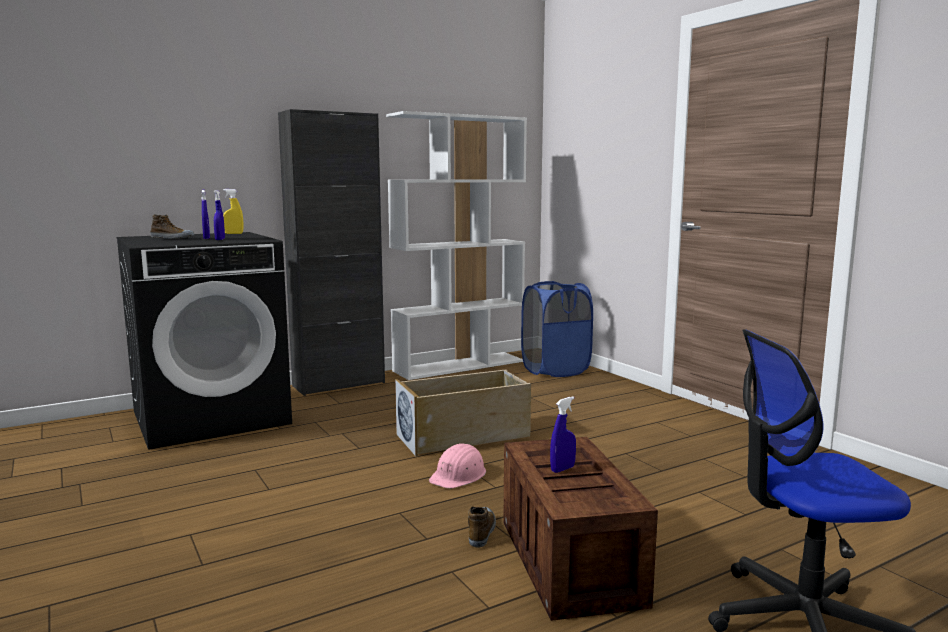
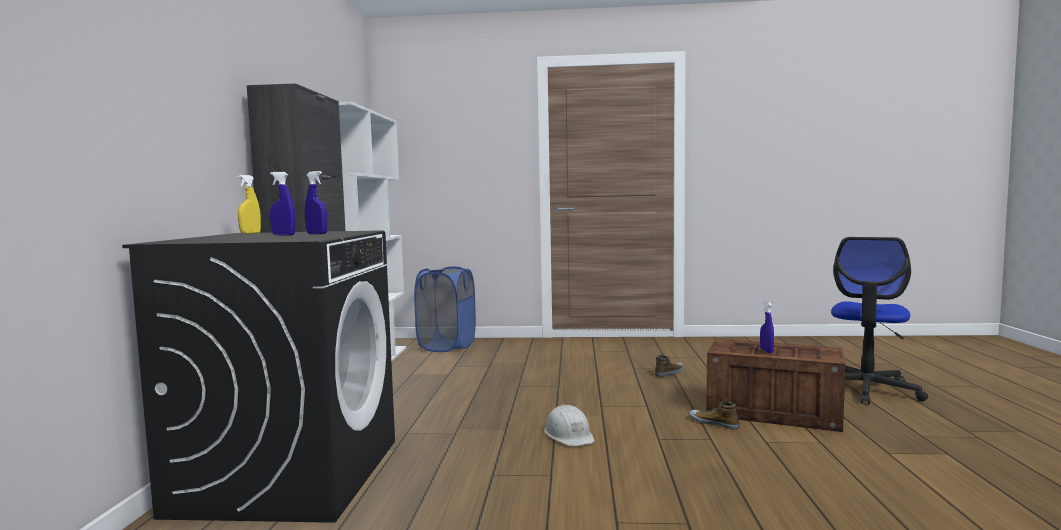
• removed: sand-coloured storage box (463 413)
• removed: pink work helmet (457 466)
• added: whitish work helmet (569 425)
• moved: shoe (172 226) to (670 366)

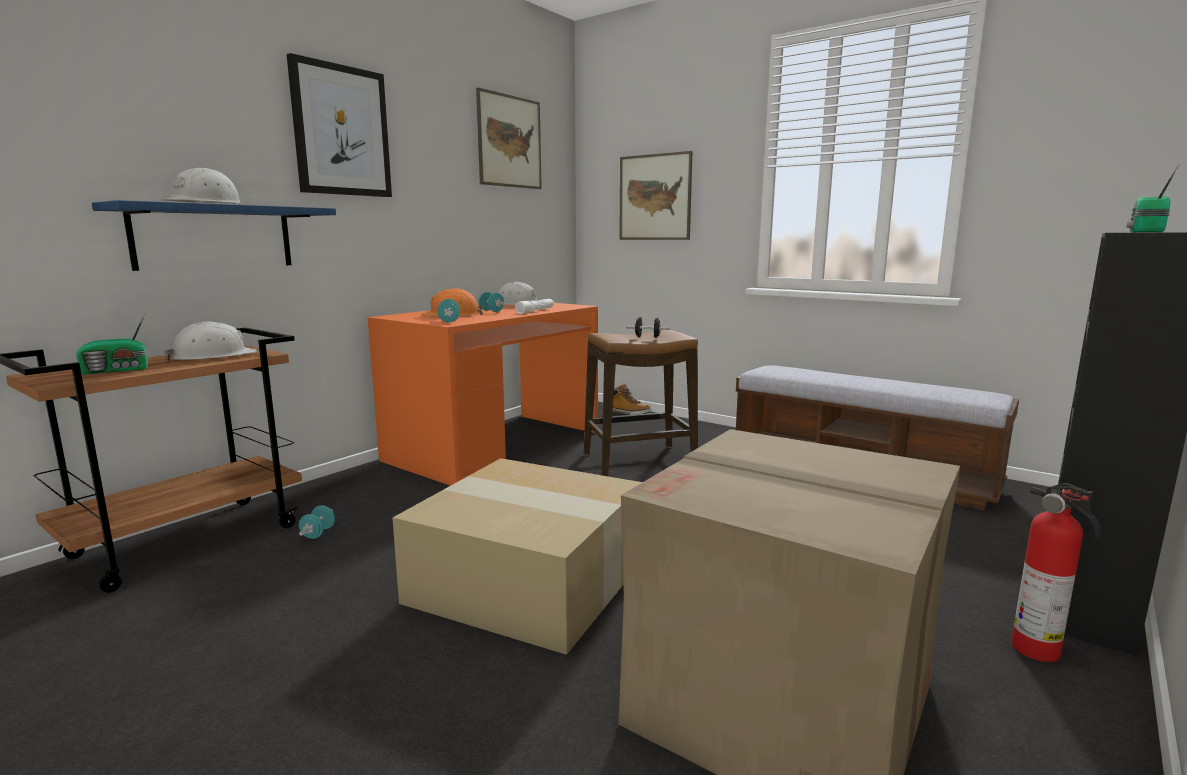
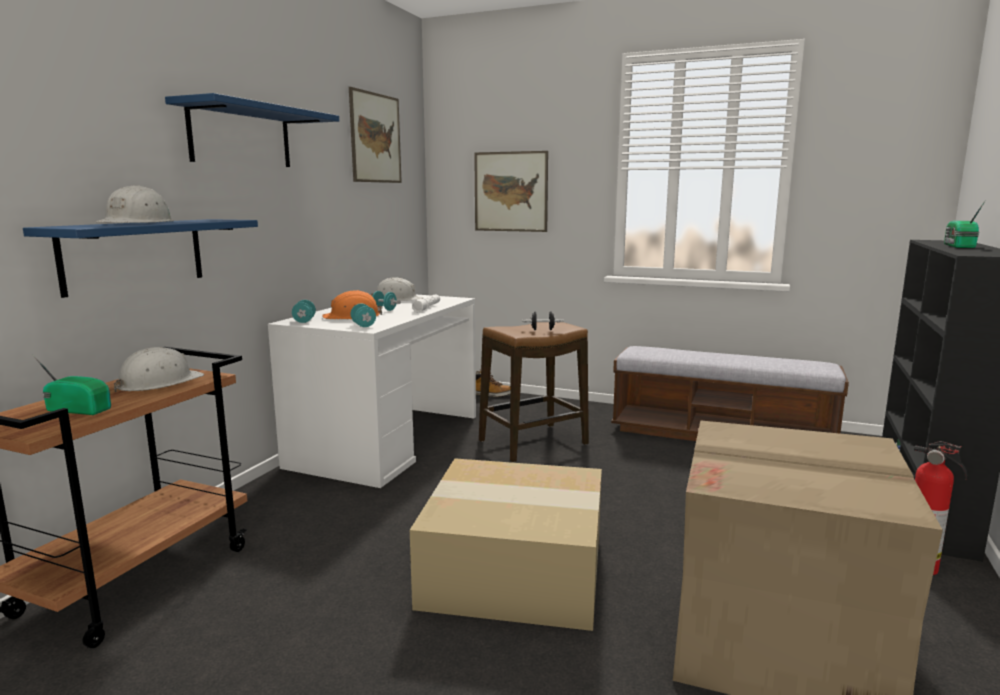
• moved: blue-green free weight (317 522) to (304 311)
• replaced: picture (339 125) to blue shelf (252 130)
• recoloured: orange desk unit (482 394) to whitish desk unit (372 391)
• turned: radio receiver (112 344) = (71 384) 120 degrees counterclockwise

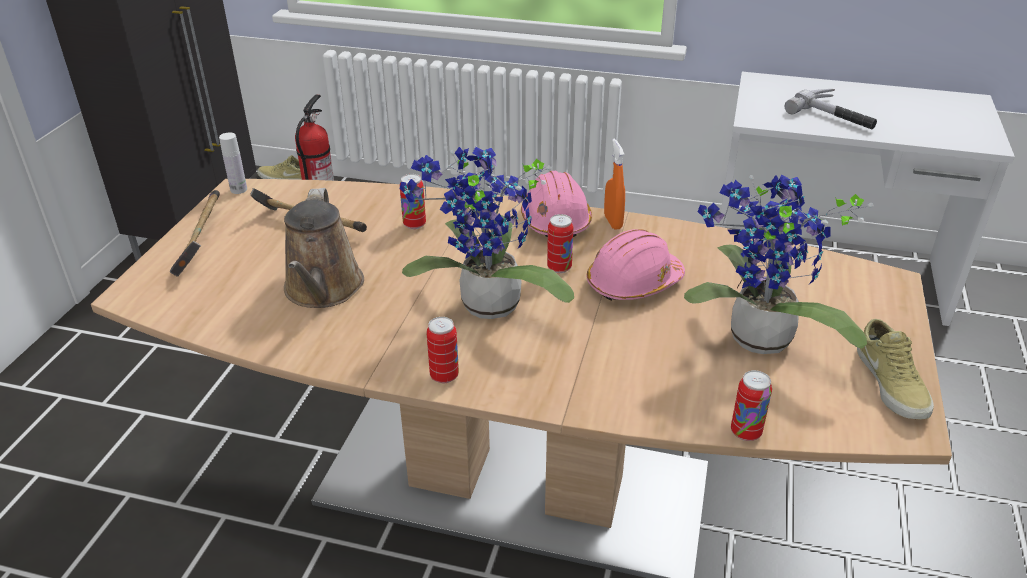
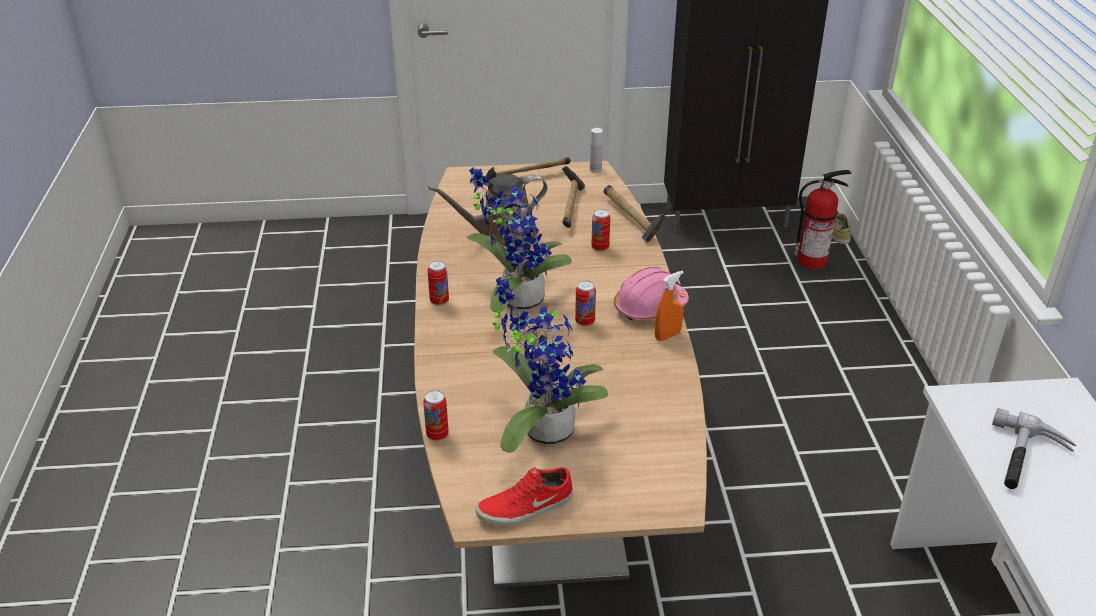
• removed: pink work helmet (636 265)
• added: hammer (635 214)
• recoloured: sand-coloured shoe (895 369) to red-coloured shoe (524 496)

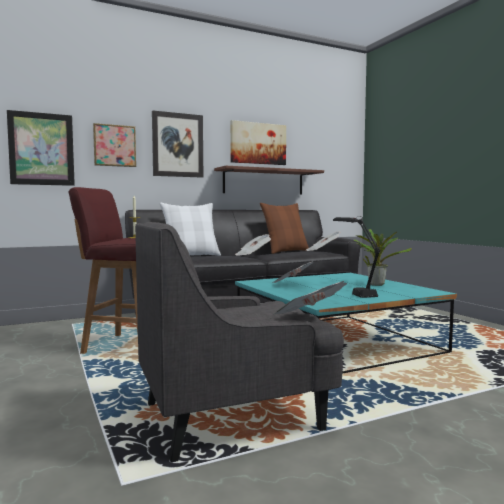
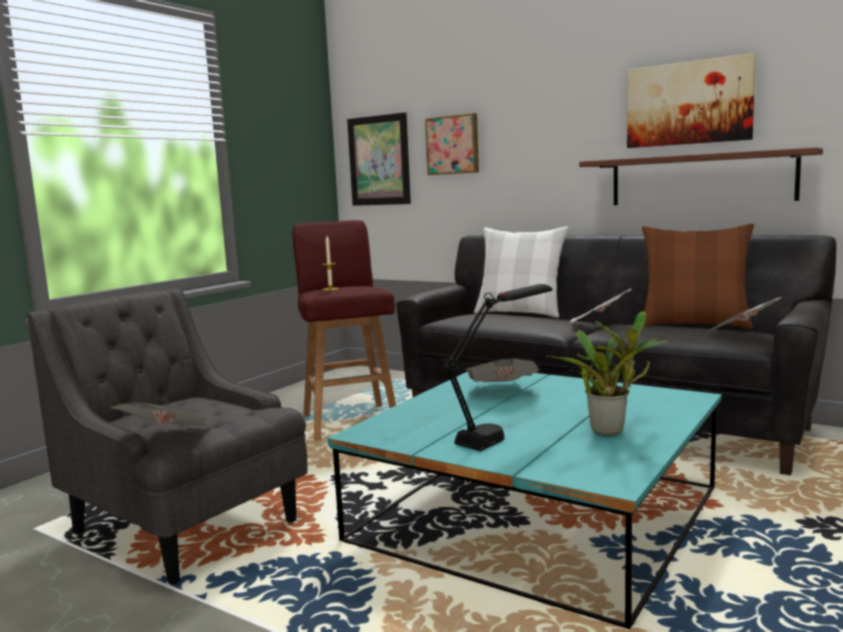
• removed: picture (177 144)

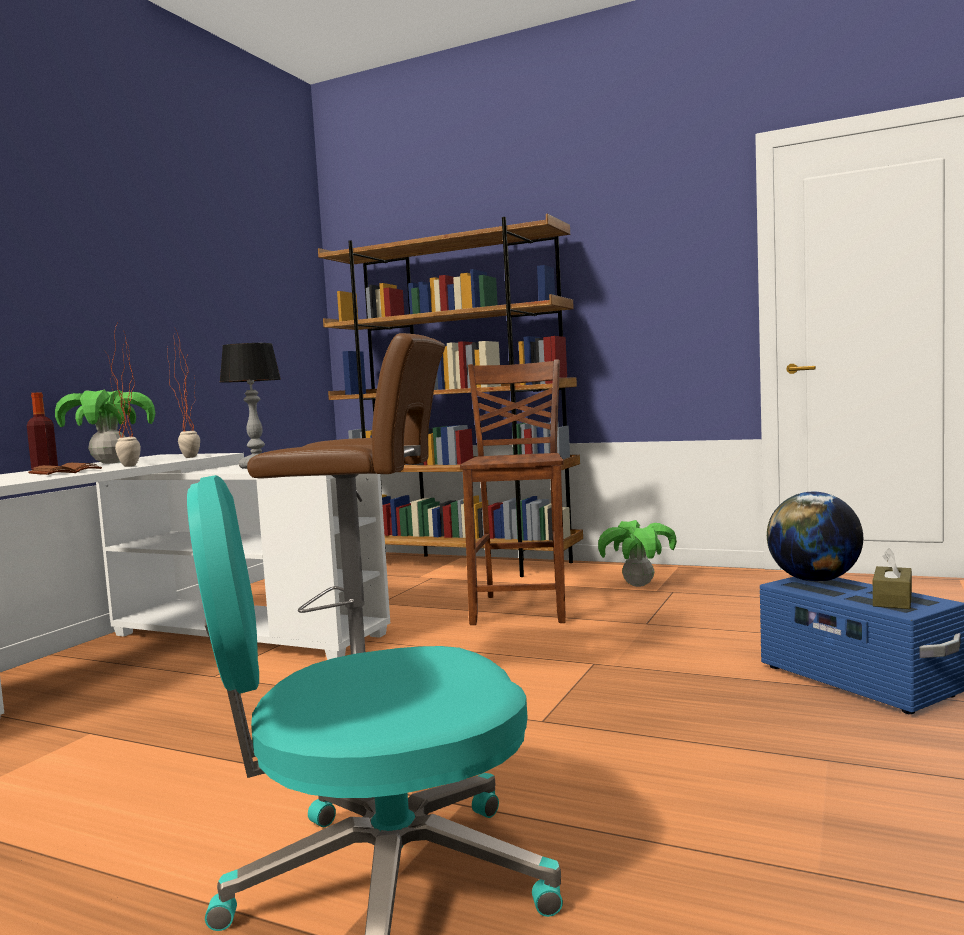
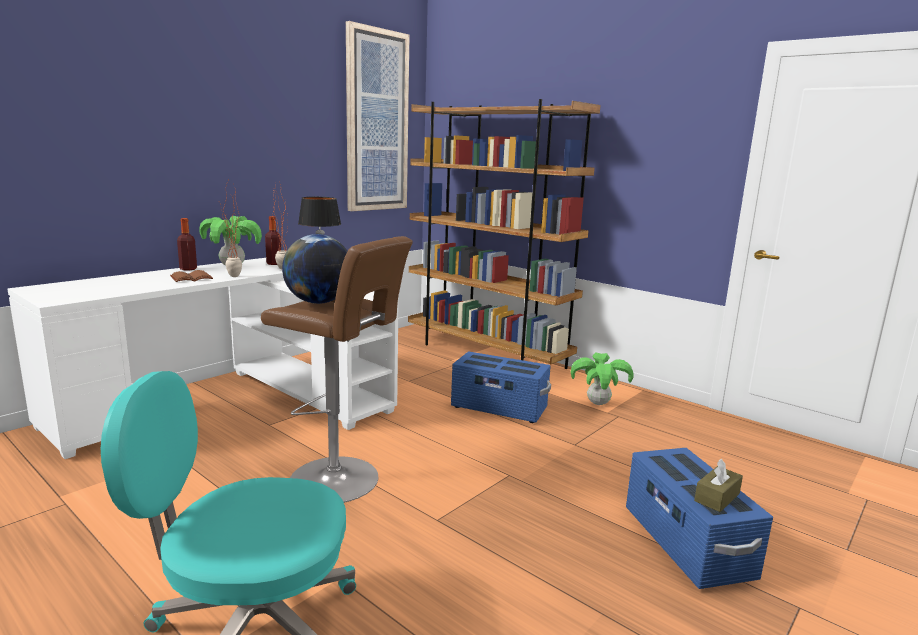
• added: drink bottle (273 240)
• added: picture (378 116)
• moved: desk globe (815 537) to (314 269)
• replaced: brown-coloured plain chair (513 492) to blue storage box (501 387)

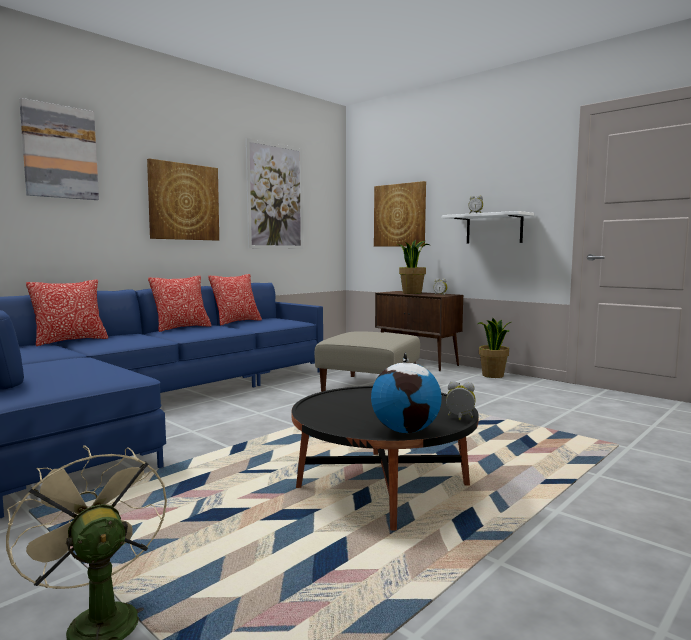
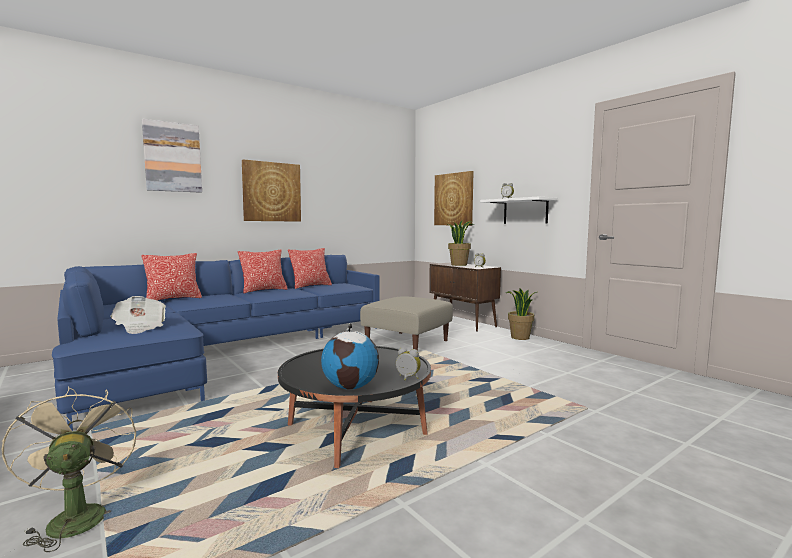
• removed: picture (274 193)
• added: newspaper (138 315)

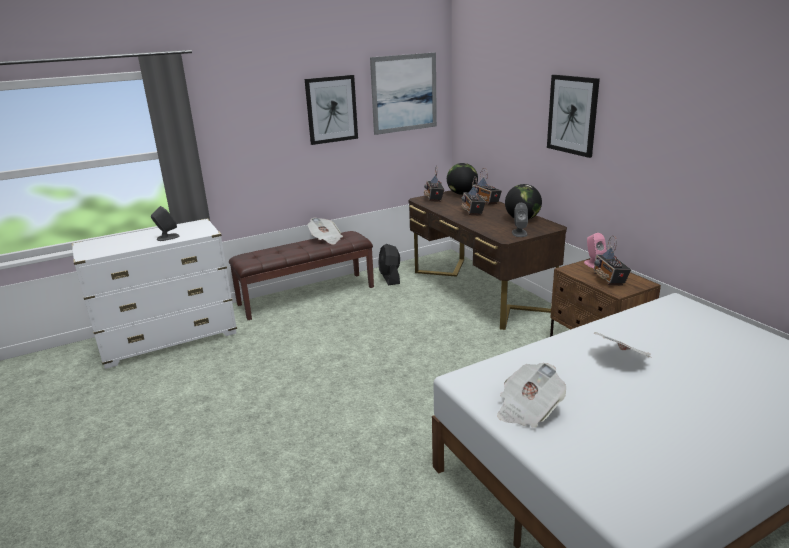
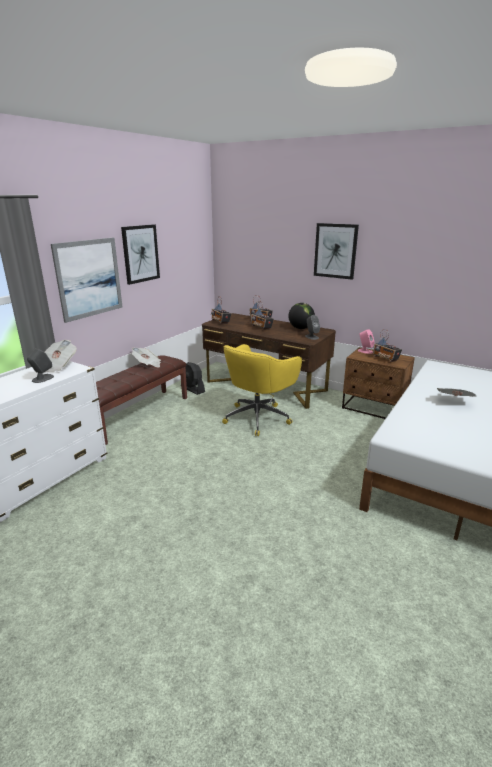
• removed: desk globe (462 179)
• added: yellowish computer chair (262 390)
• moved: picture (403 93) to (87 280)
• moved: newspaper (531 395) to (60 356)

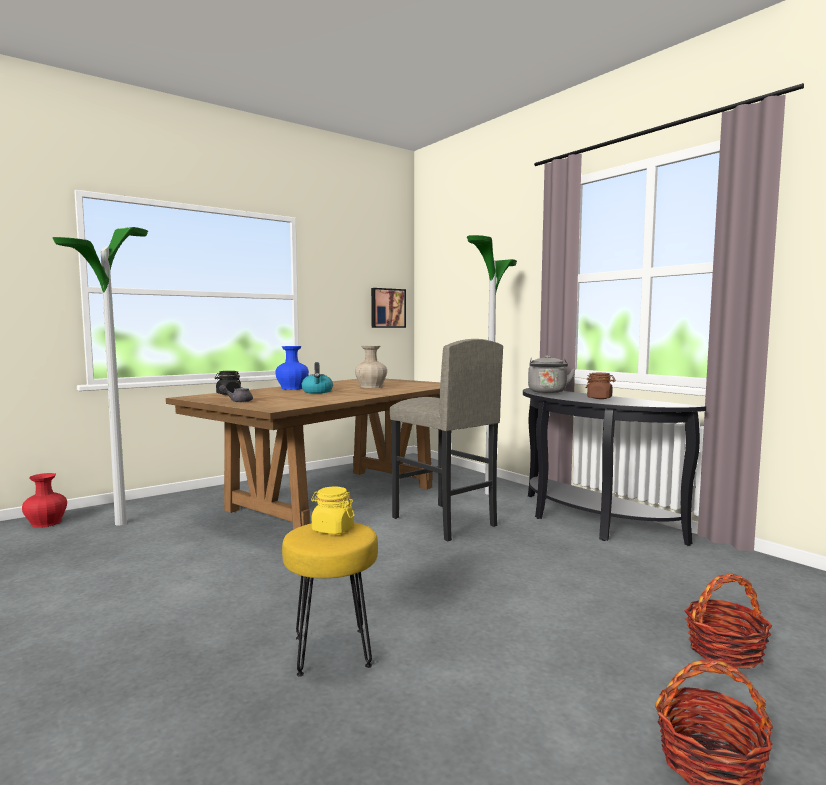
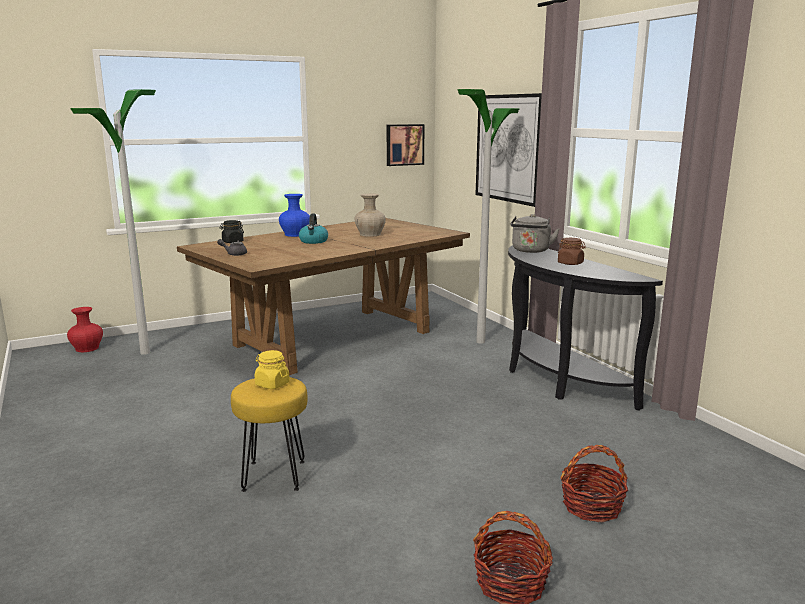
• removed: gray stool seat (446 440)
• added: picture (509 150)

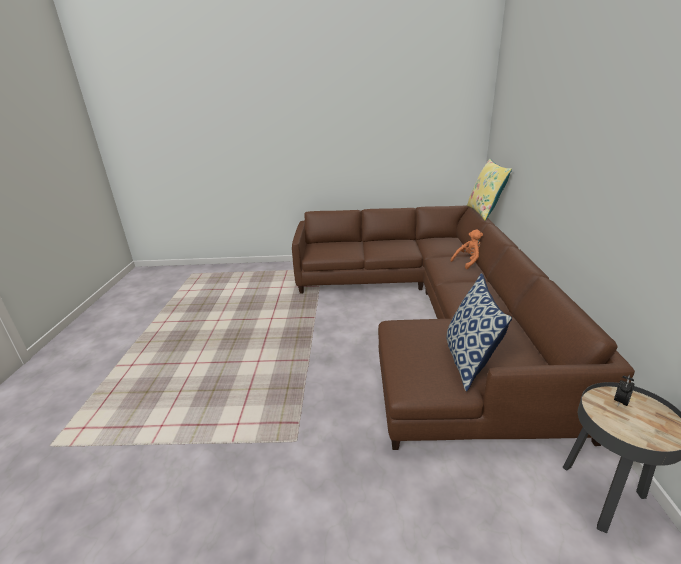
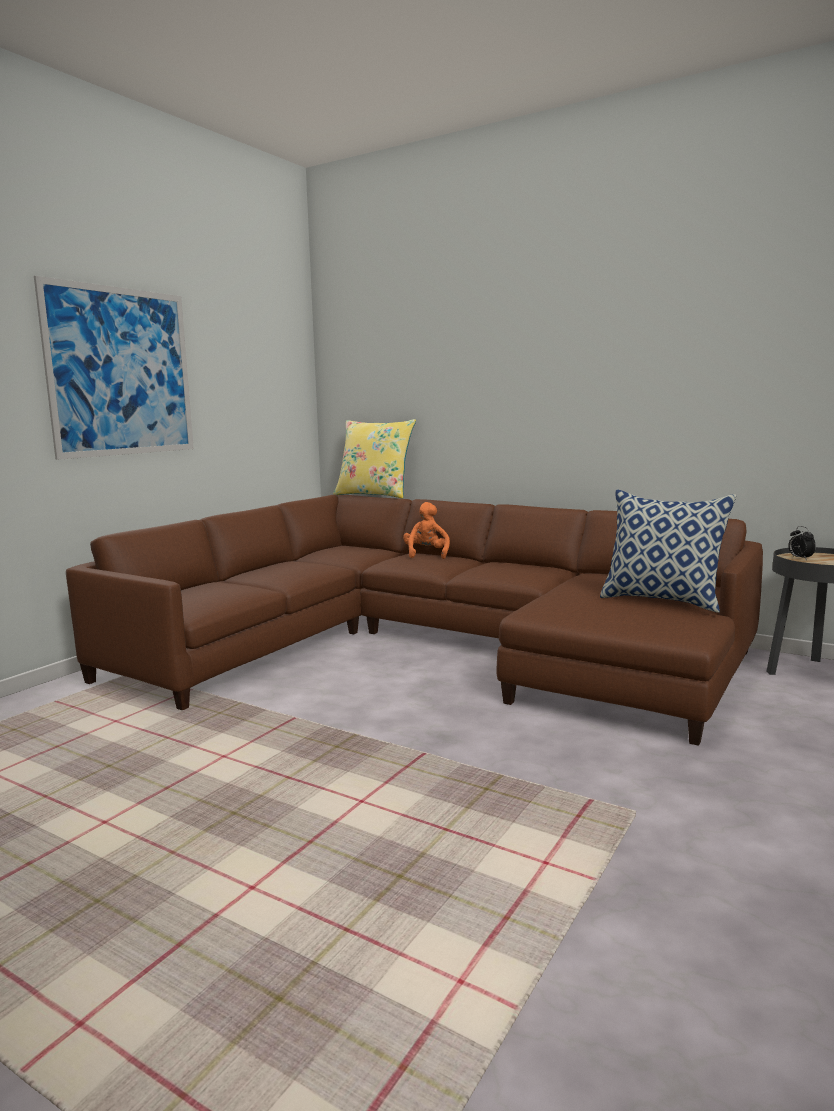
• added: picture (114 368)

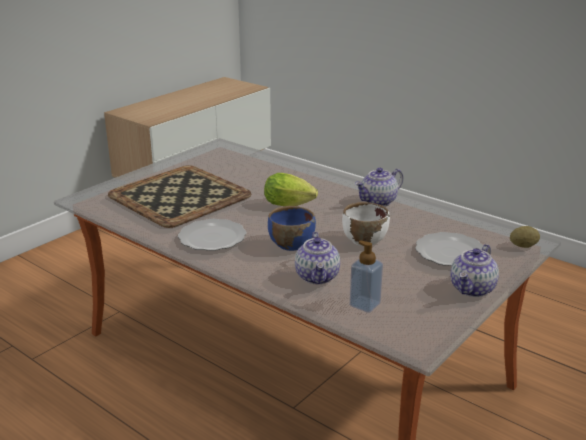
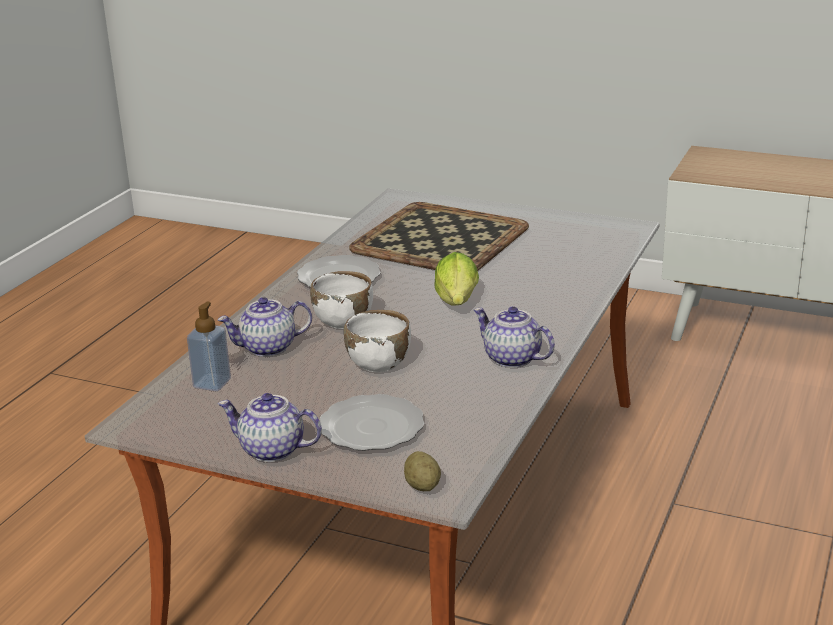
• recoloured: blue deep dish (292 228) to whitish deep dish (341 300)

